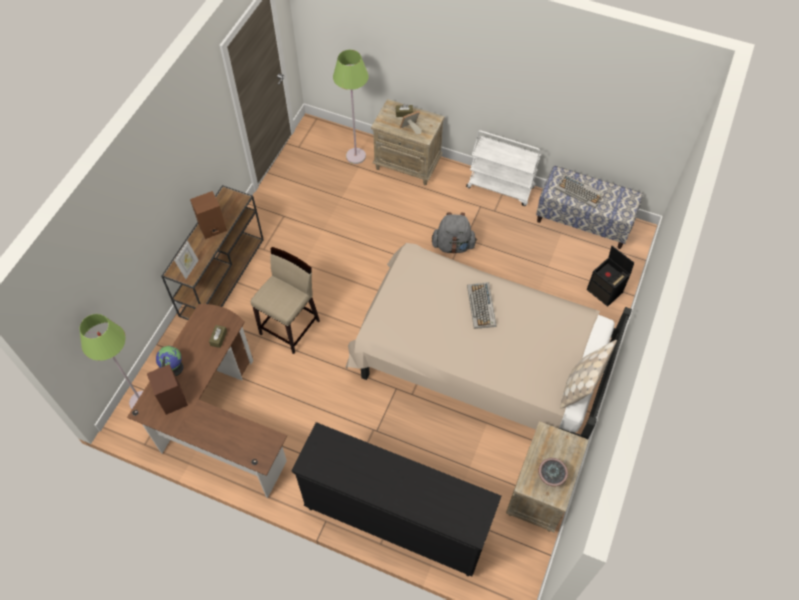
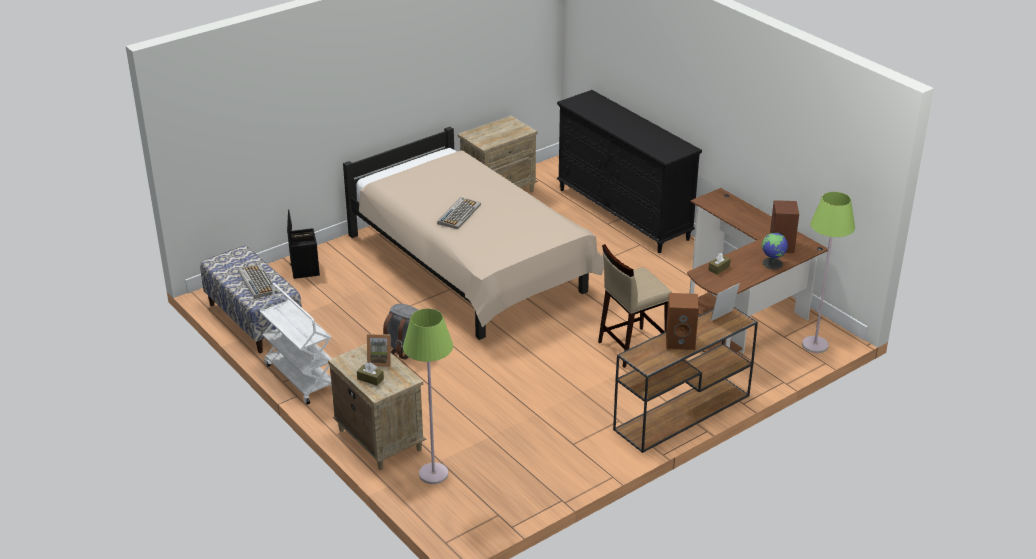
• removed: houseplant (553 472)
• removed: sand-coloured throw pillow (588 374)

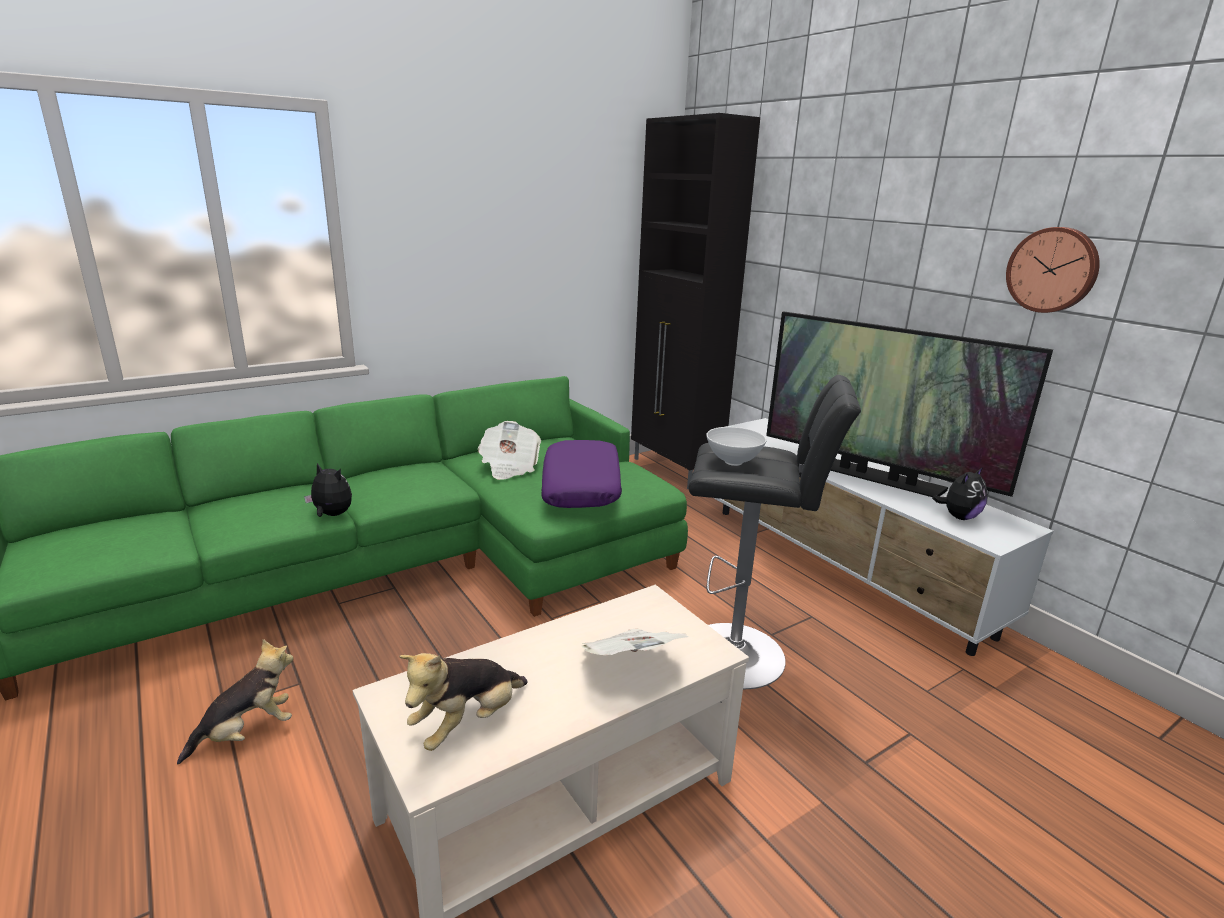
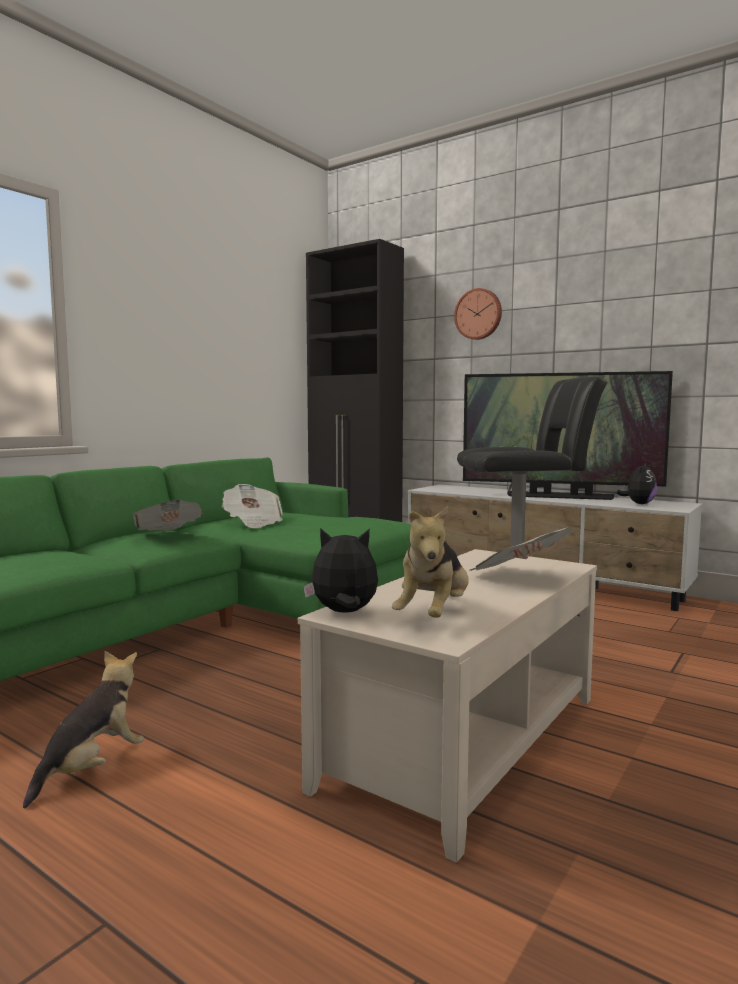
• removed: purple-coloured throw pillow (581 474)
• removed: whitish deep dish (736 446)
• added: newspaper (167 515)
• moved: plush toy (328 490) to (340 570)
• moved: hanging clock (1053 270) to (478 314)

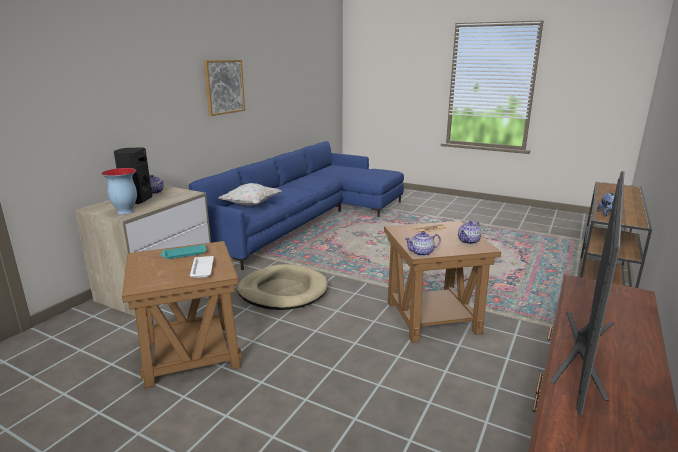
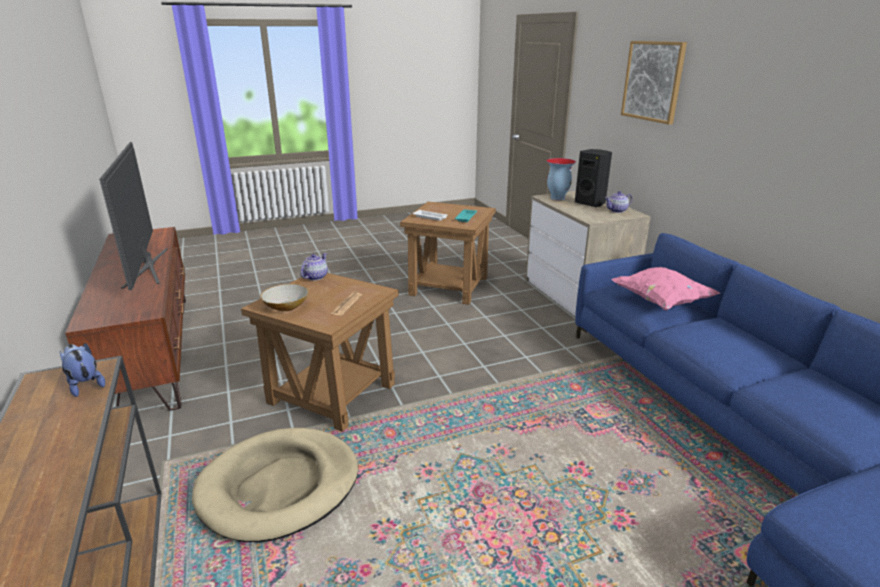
• moved: picture (224 88) to (654 83)
• moved: sand-coloured dog cushion (282 287) to (275 485)
• replaced: tea pot (469 232) to deep dish (284 297)
• recoloured: whitish throw pillow (250 194) to pink throw pillow (666 288)

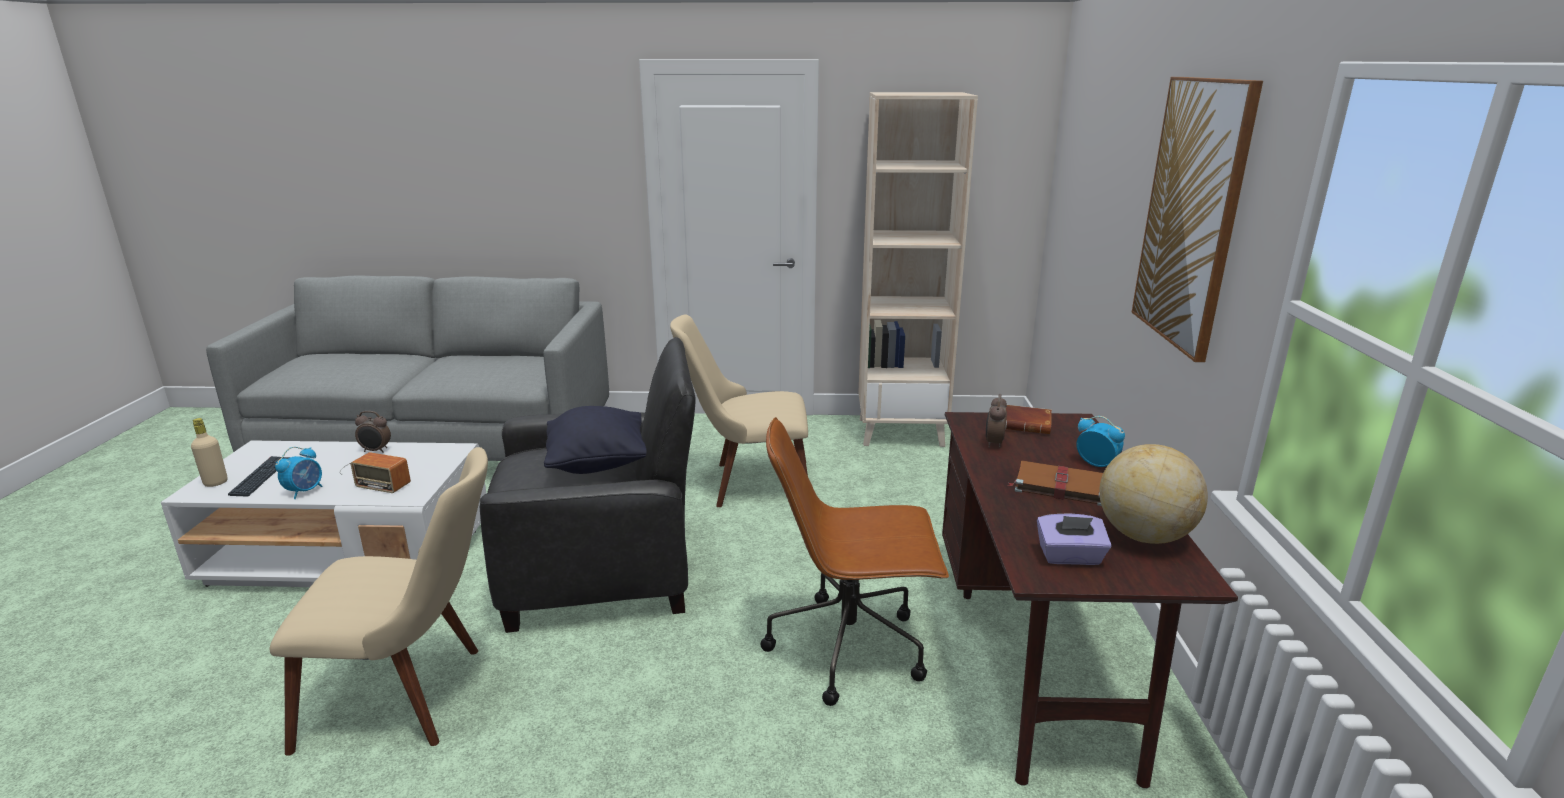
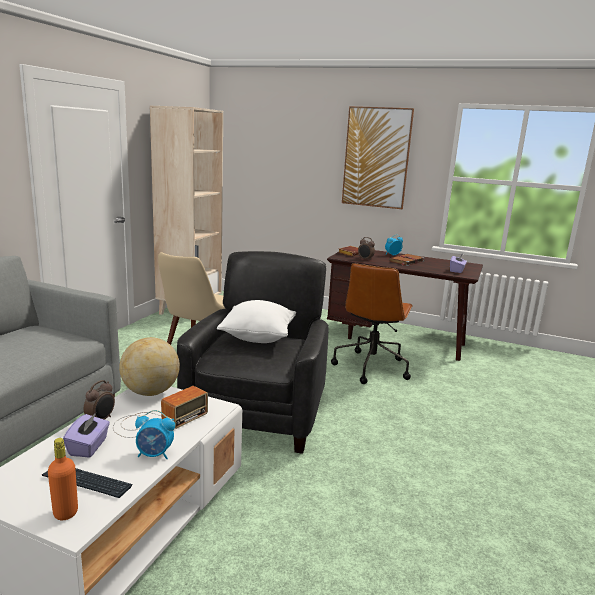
• removed: sand-coloured plain chair (379 601)
• added: purple-coloured tissue box (86 435)
• moved: desk globe (1153 494) to (149 366)
• recoloured: sand-coloured drink bottle (209 452) to orange drink bottle (63 479)
• recoloured: black-coloured throw pillow (595 440) to whitish throw pillow (256 321)
• turned: bedside clock (298 473) = (155 434) 135 degrees clockwise

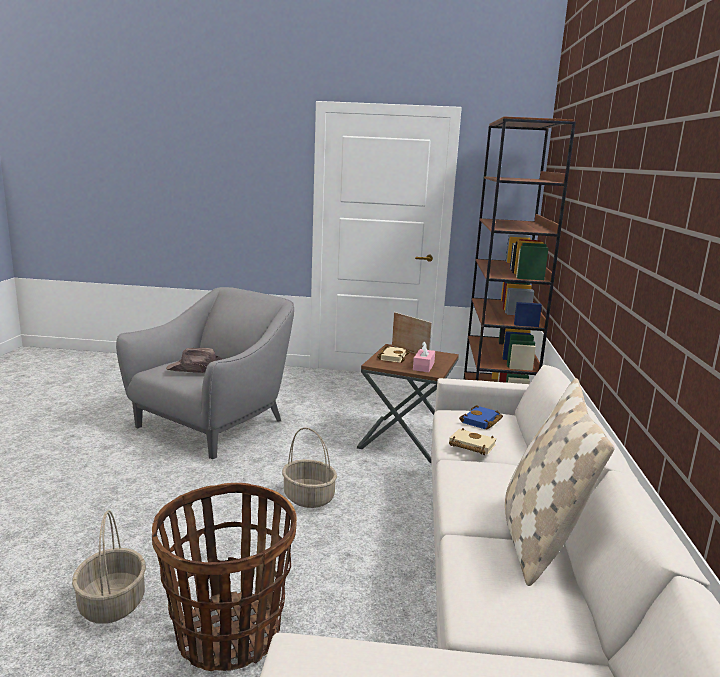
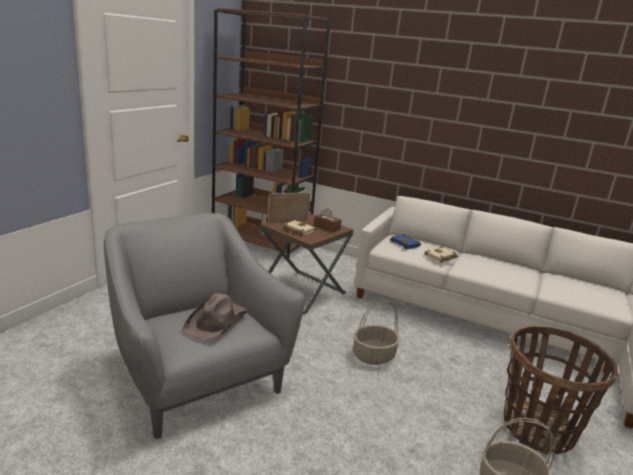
• removed: sand-coloured throw pillow (560 482)
• recoloured: pink tissue box (424 356) to brown-coloured tissue box (328 220)

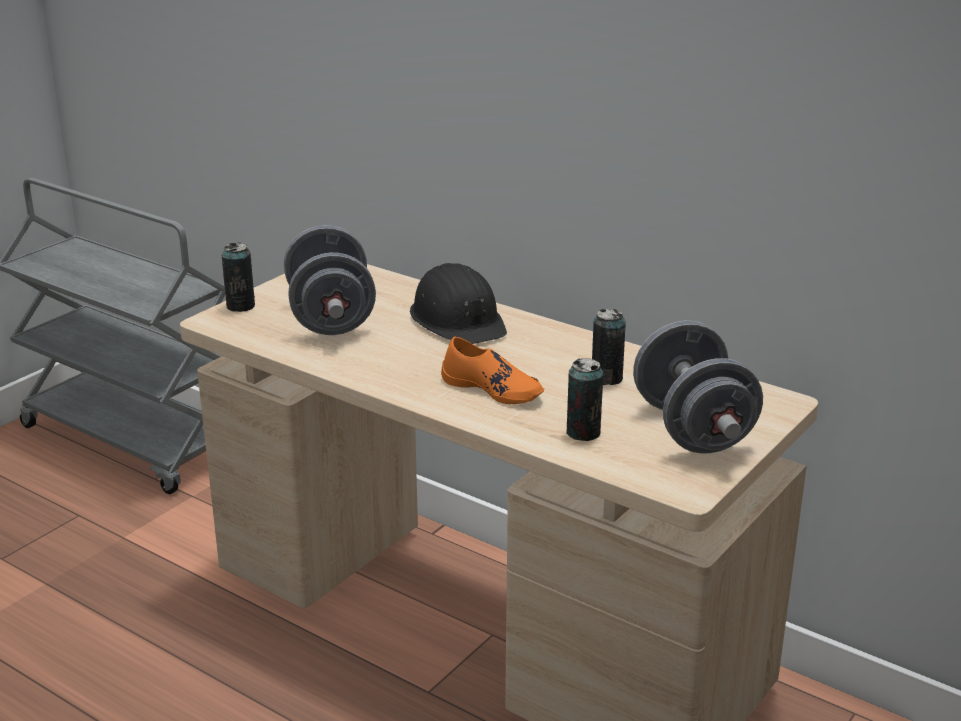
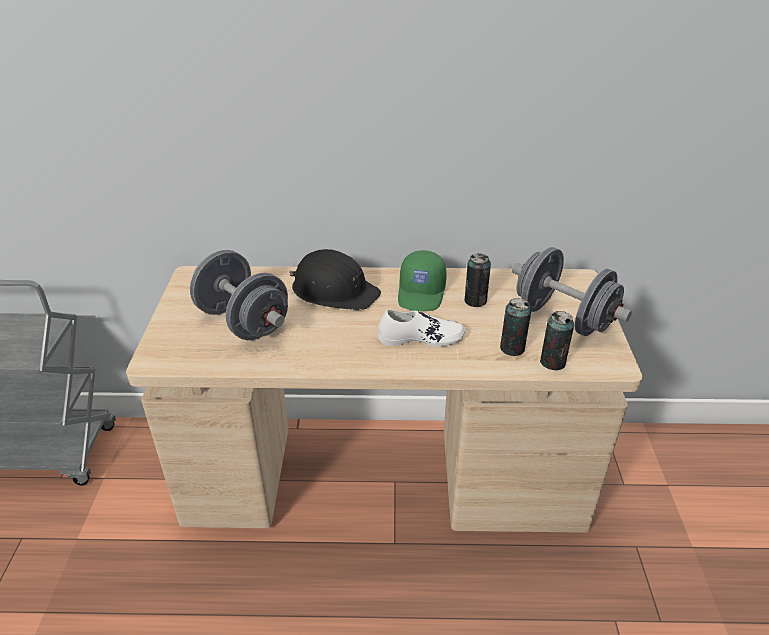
• added: green-coloured cap (422 280)
• moved: can (238 277) to (557 340)
• recoloured: orange shoe (492 370) to whitish shoe (421 328)

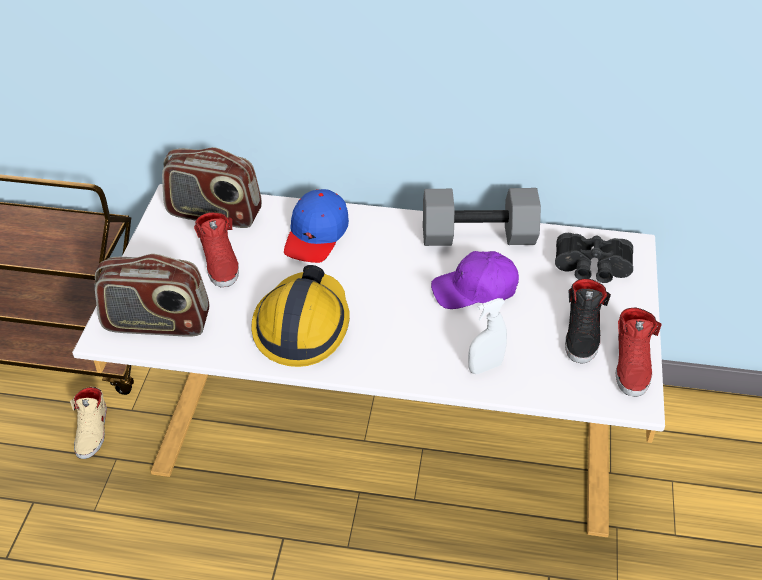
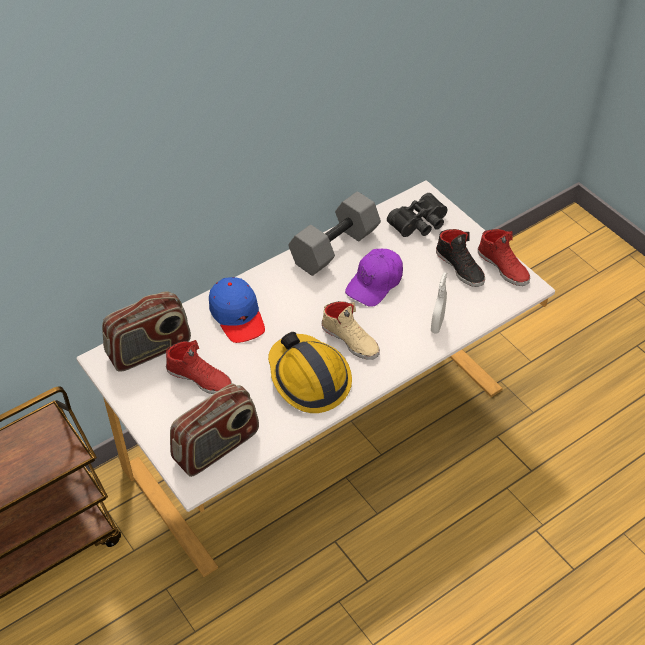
• moved: sand-coloured shoe (88 423) to (350 330)

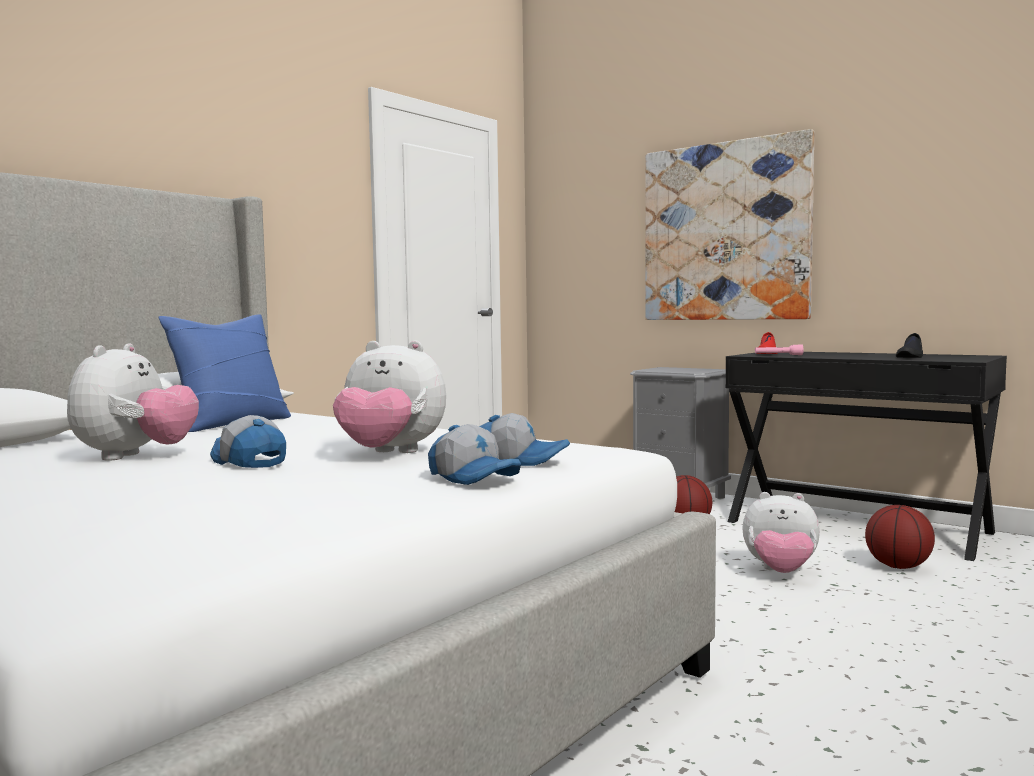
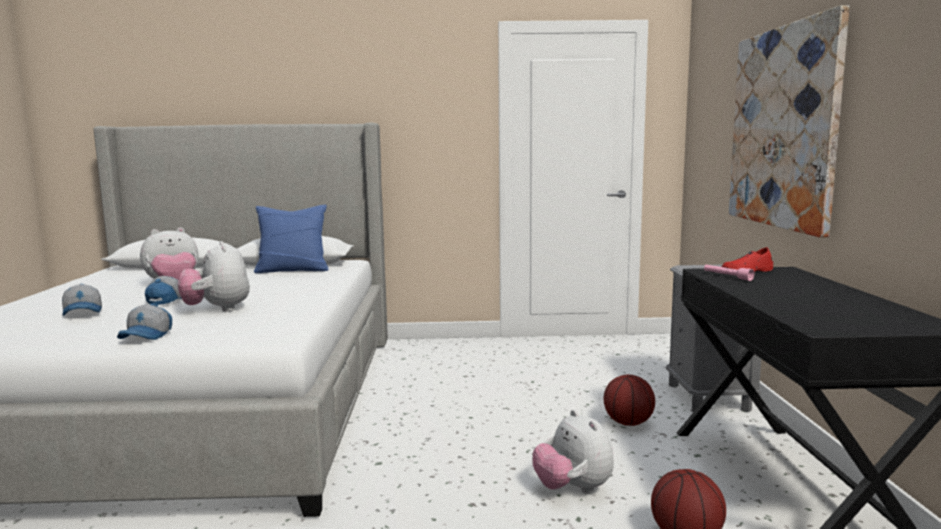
• removed: black-coloured shoe (909 345)
• moved: cap (524 439) to (82 300)

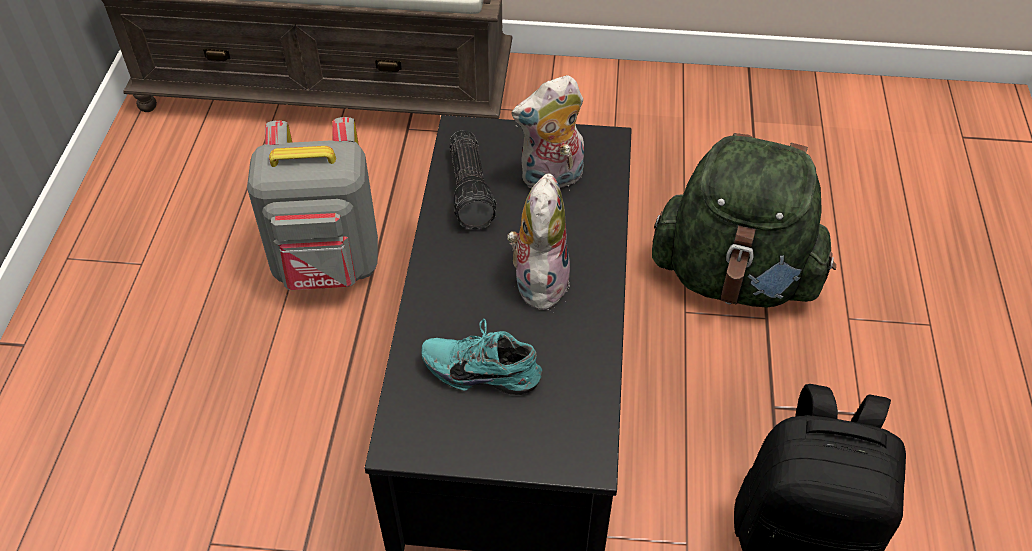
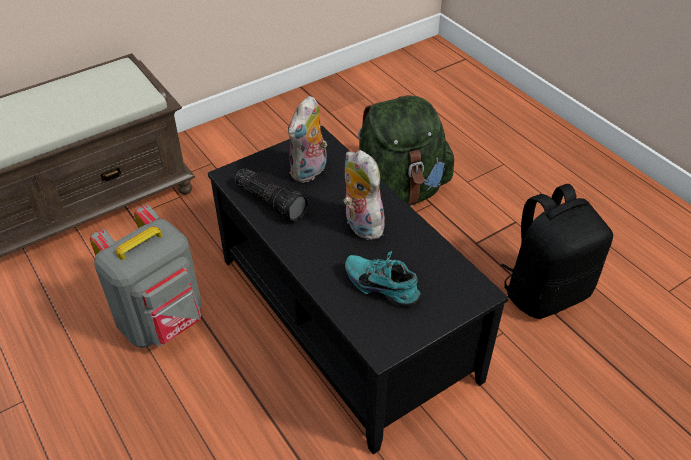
• turned: blue-green shoe (481 357) = (383 279) 60 degrees clockwise

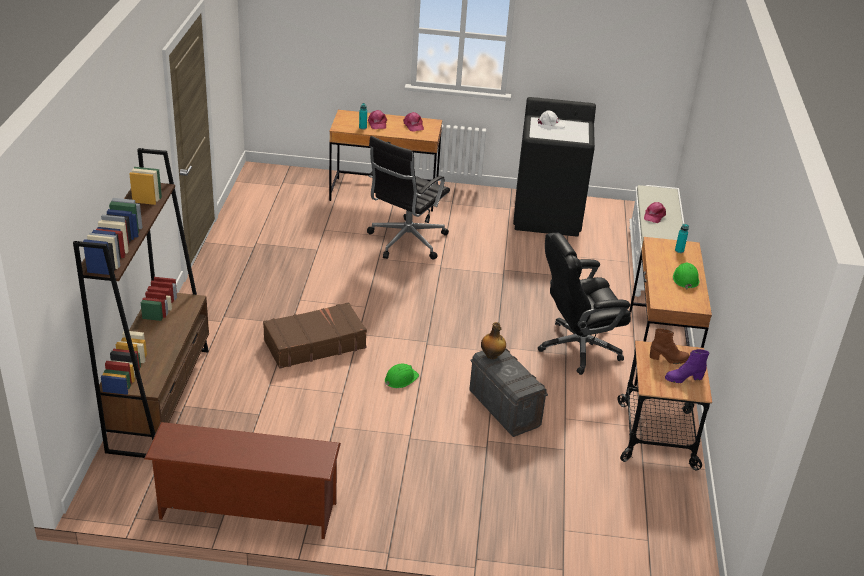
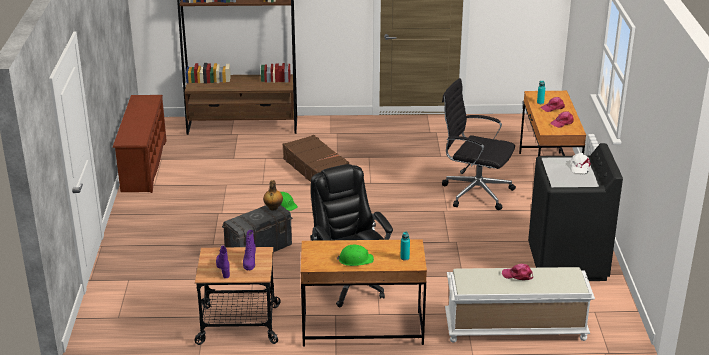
• recoloured: brown-coloured boot (670 346) to purple-coloured boot (249 250)

